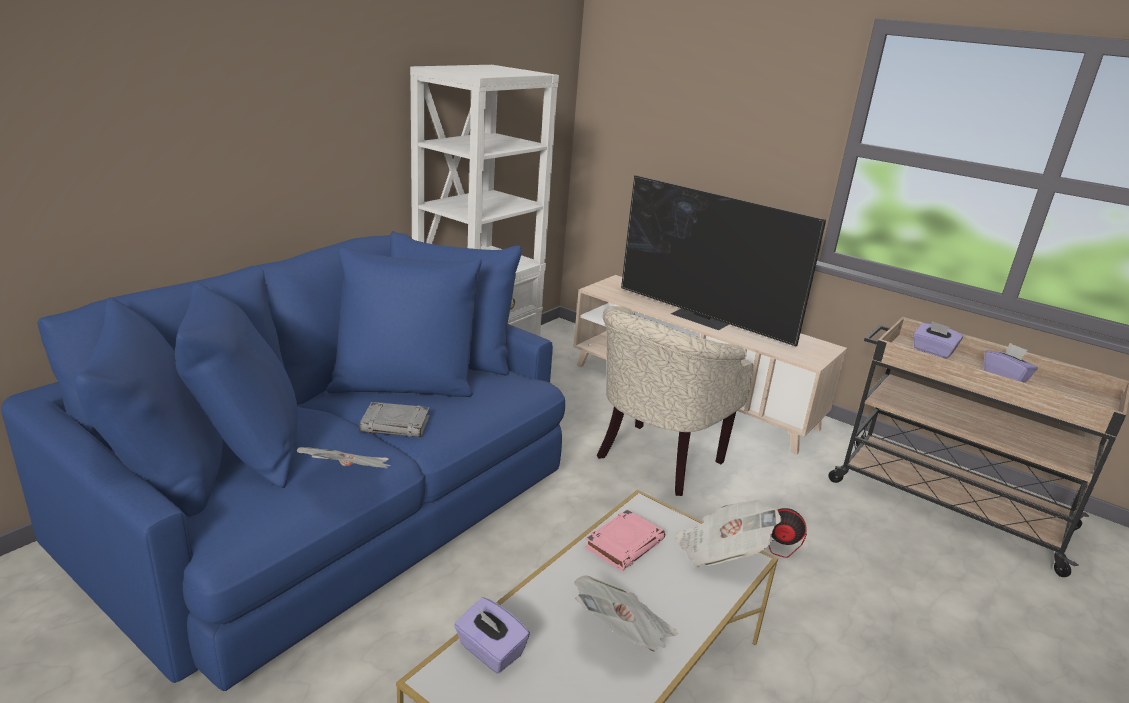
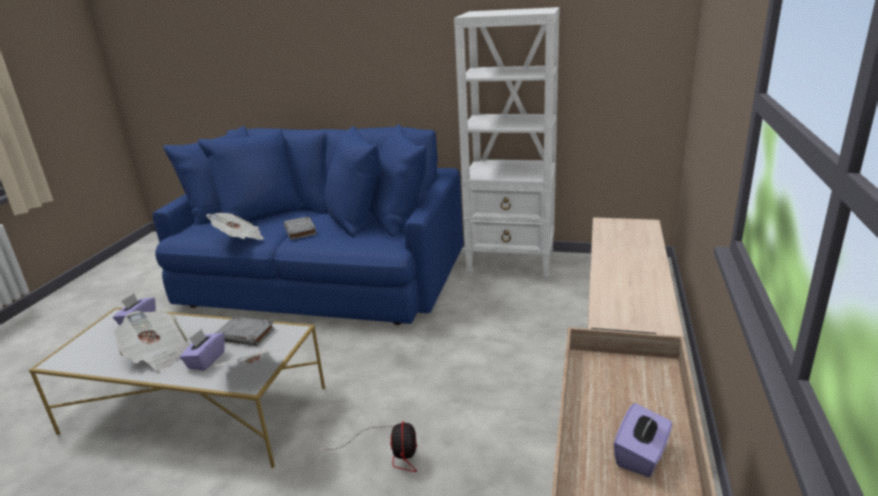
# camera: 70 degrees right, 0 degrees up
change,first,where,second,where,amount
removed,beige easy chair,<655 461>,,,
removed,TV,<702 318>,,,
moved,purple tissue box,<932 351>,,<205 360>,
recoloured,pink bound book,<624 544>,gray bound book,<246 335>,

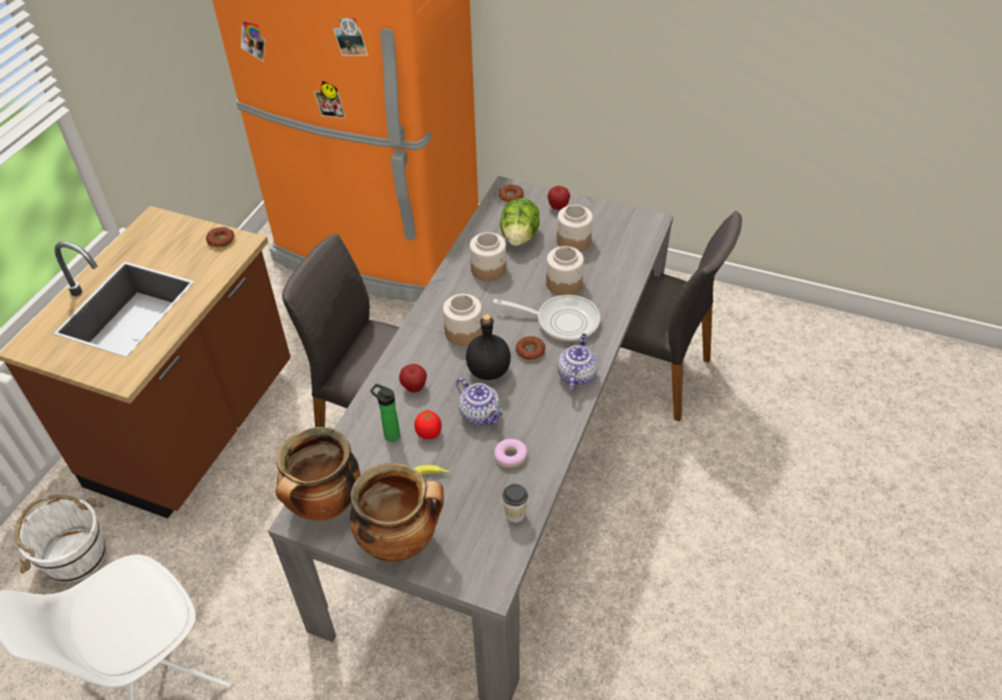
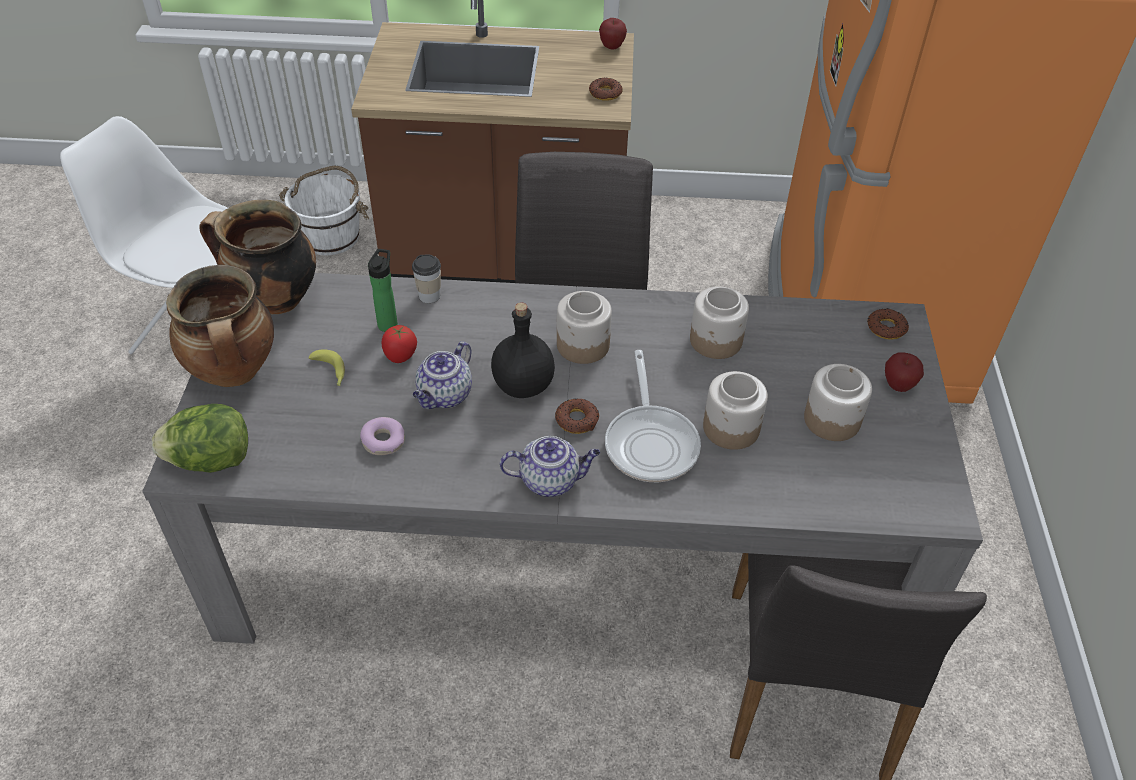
# camera: 70 degrees right, 0 degrees up
change,first,where,second,where,amount
moved,apple,<414 388>,,<612 47>,
moved,lettuce,<519 237>,,<211 460>,
moved,small cup,<515 514>,,<429 296>,

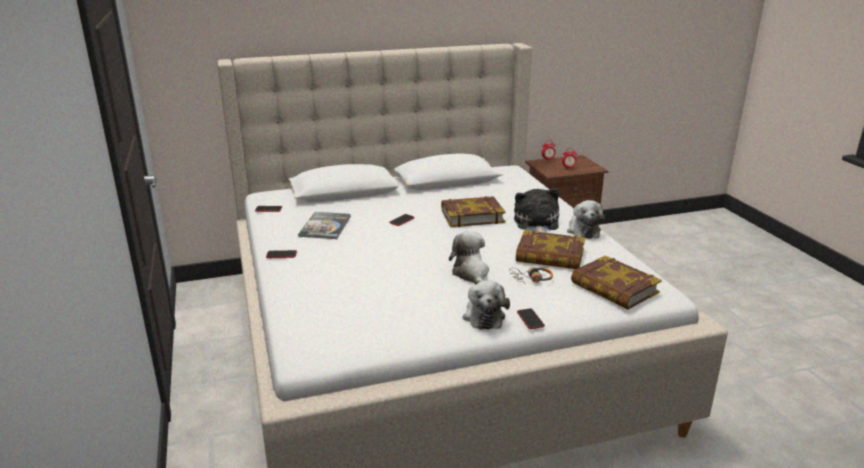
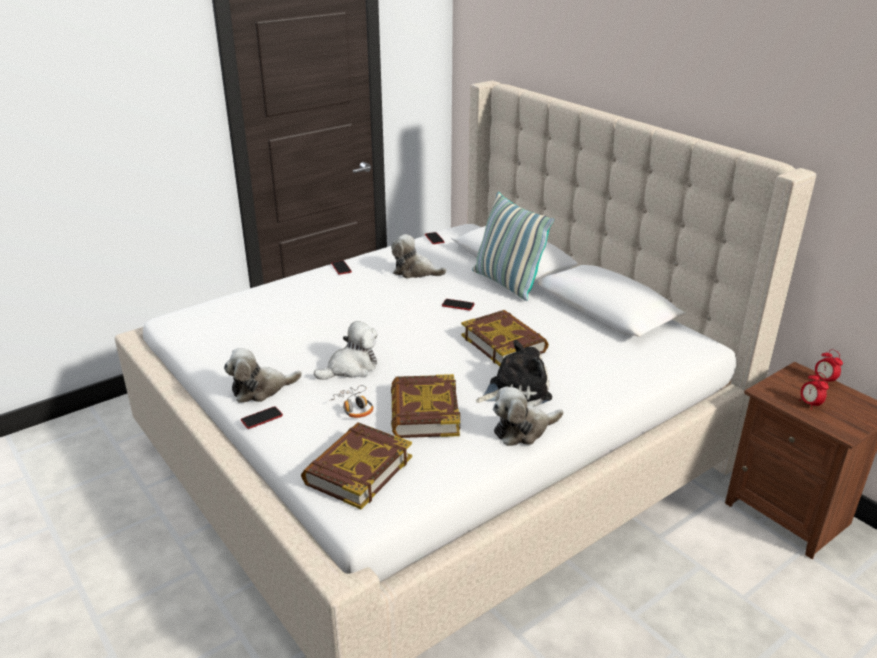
# camera: 70 degrees right, 5 degrees up
change,first,where,second,where,amount
added,,,cushion,<507 283>,
replaced,bound book,<325 226>,soft toy,<415 272>,

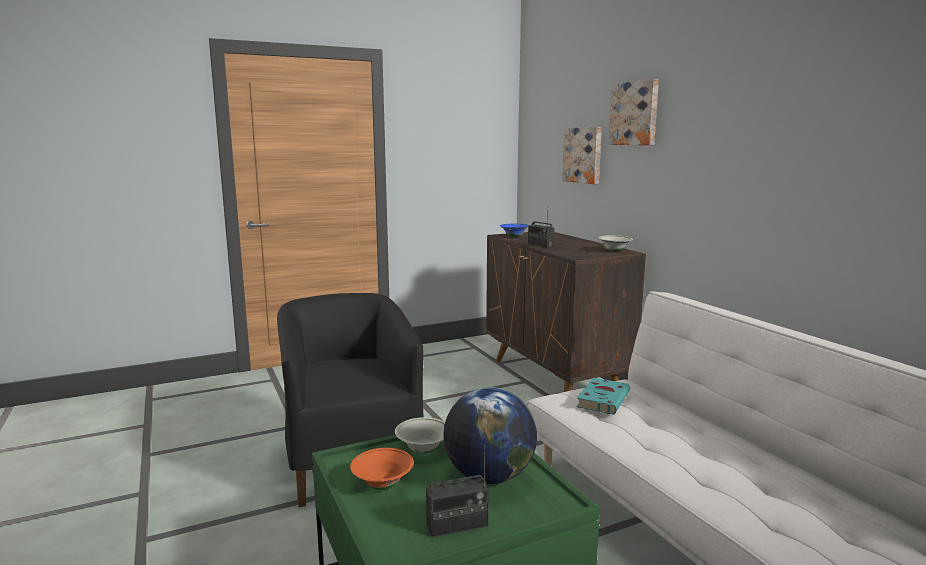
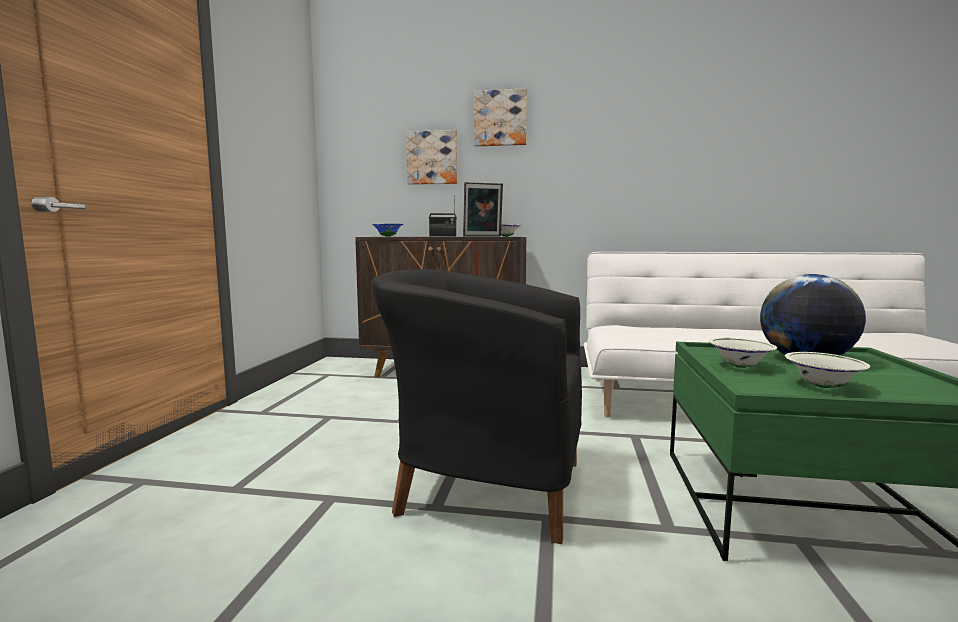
# camera: 55 degrees left, 5 degrees down
change,first,where,second,where,amount
removed,radio receiver,<457 525>,,,
removed,turquoise-coloured bound book,<603 399>,,,
added,,,picture frame,<482 236>,
recoloured,orange serving bowl,<383 485>,whitish serving bowl,<822 386>,

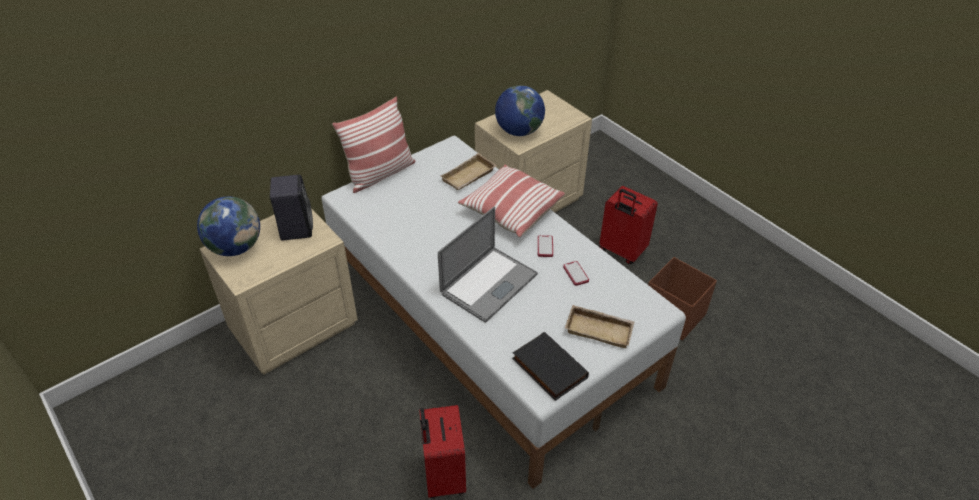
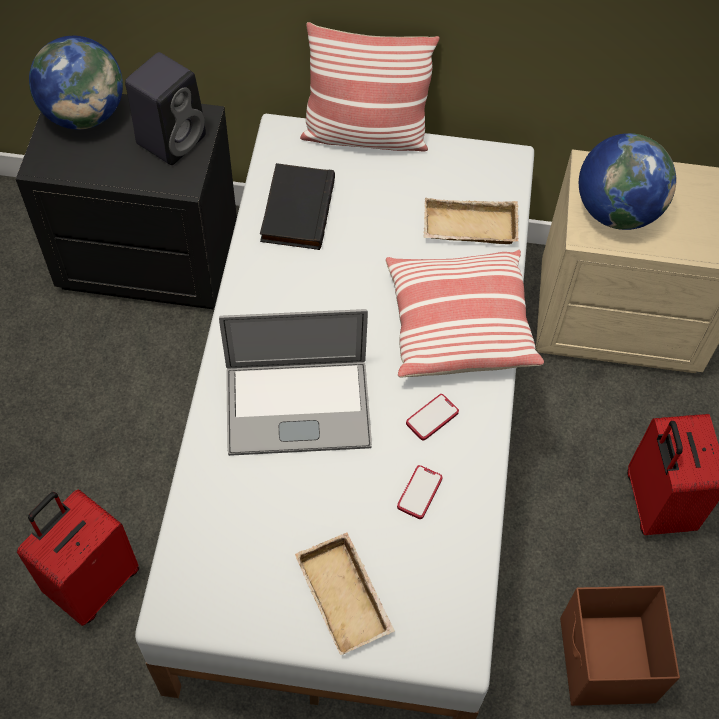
# camera: 45 degrees right, 15 degrees up
change,first,where,second,where,amount
moved,black bound book,<548 369>,,<295 209>,
recoloured,beige bedside table,<293 327>,black bedside table,<150 256>,

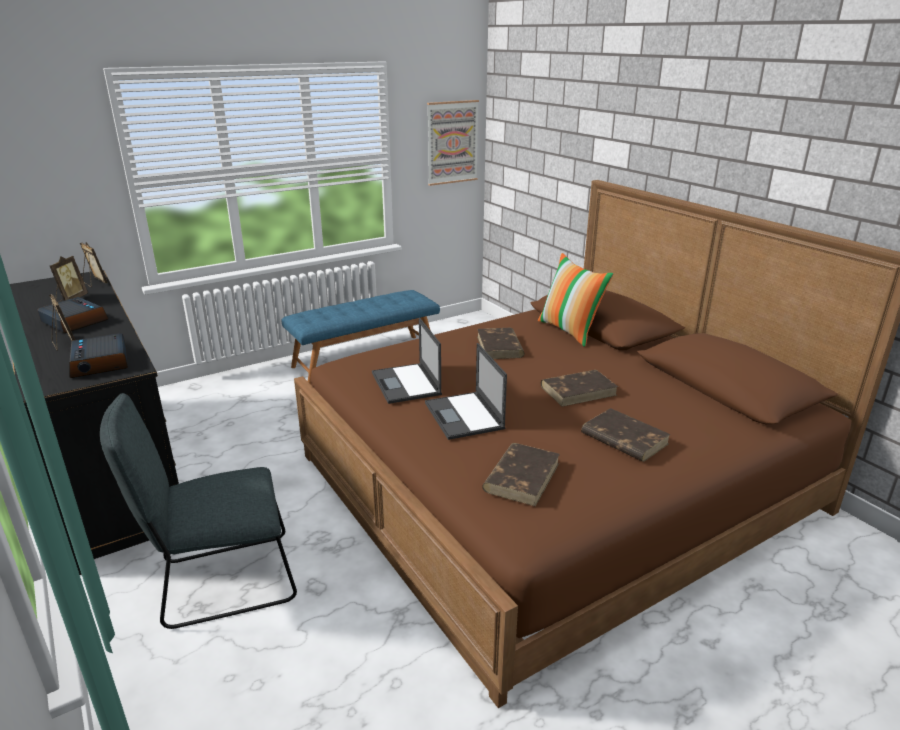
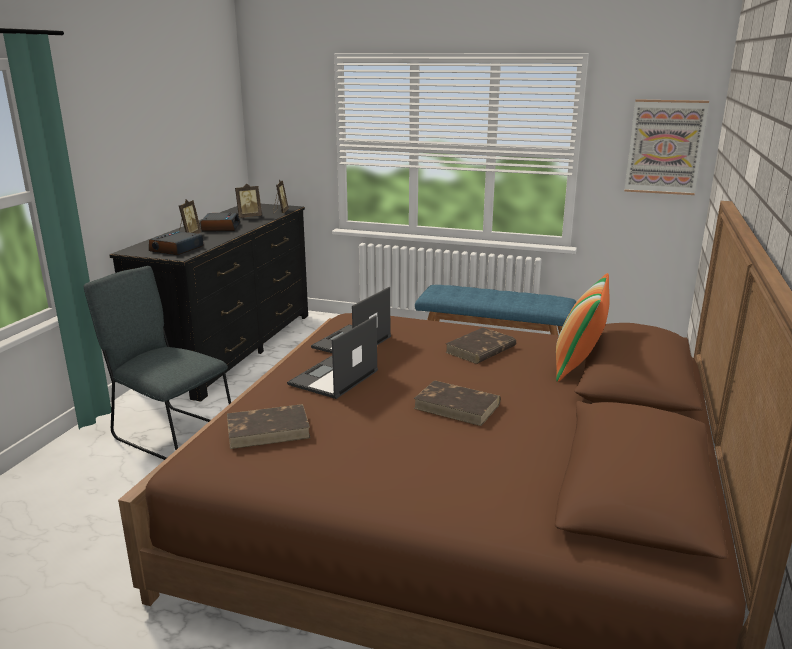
# camera: 50 degrees right, 5 degrees down
change,first,where,second,where,amount
removed,brownish bound book,<623 438>,,,

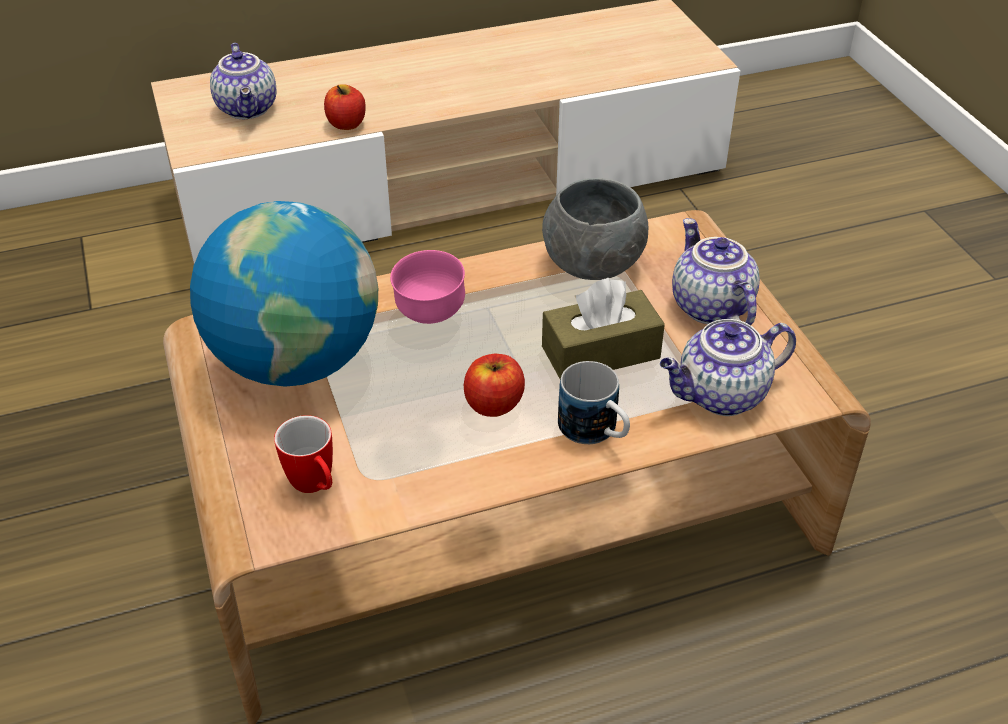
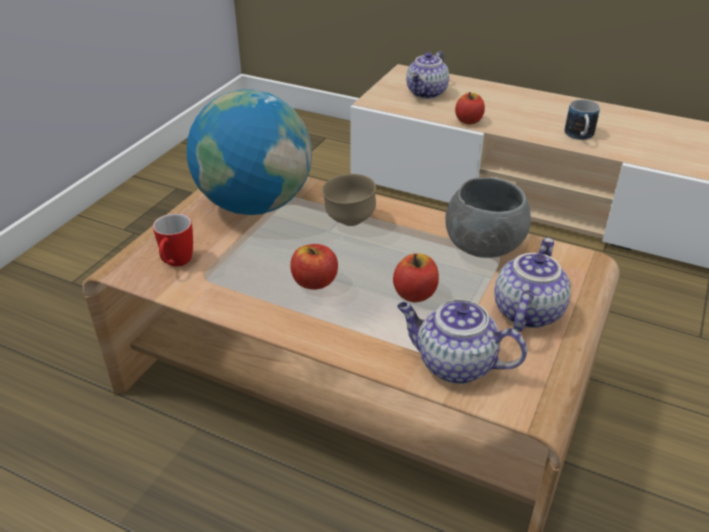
# camera: 45 degrees right, 5 degrees down
change,first,where,second,where,amount
moved,mug,<596 432>,,<579 136>,
replaced,brownish tissue box,<600 352>,apple,<415 294>,
recoloured,pink serving bowl,<430 316>,brownish serving bowl,<349 221>,

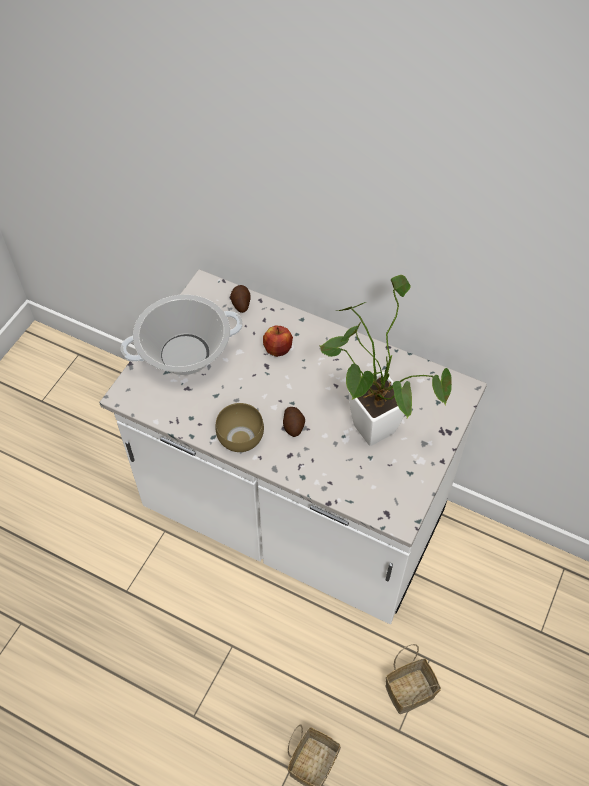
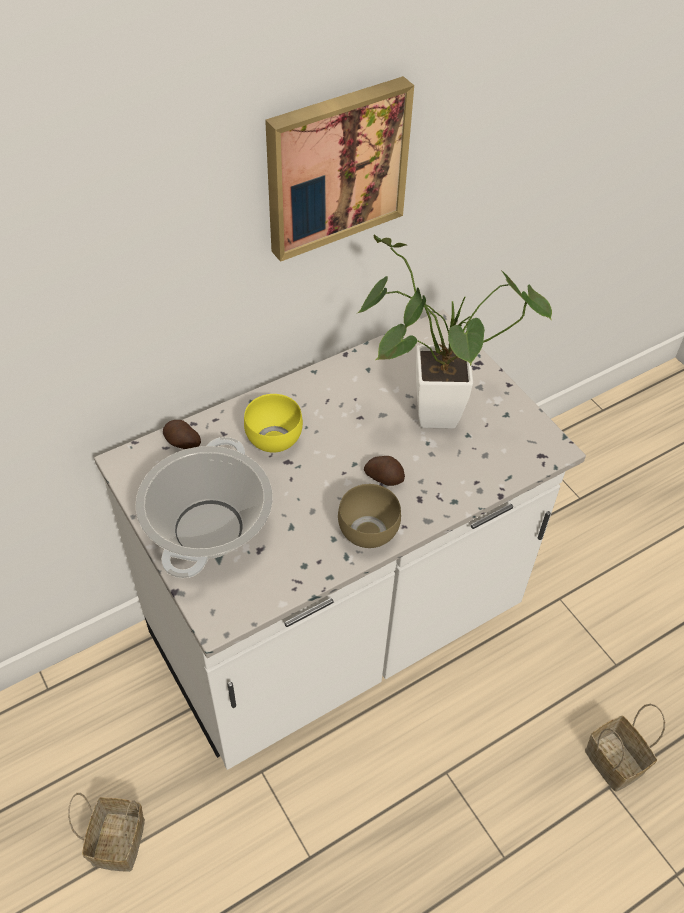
# camera: 60 degrees left, 5 degrees down
change,first,where,second,where,amount
added,,,wall art,<335 166>,
moved,household basket,<410 690>,,<118 839>,
replaced,apple,<277 349>,yellow serving bowl,<274 442>,

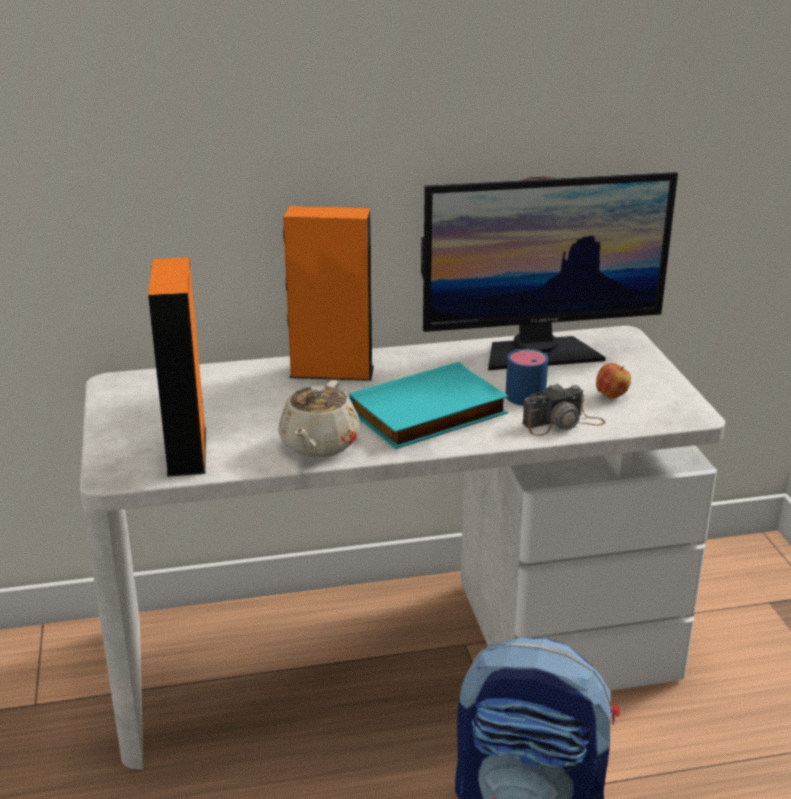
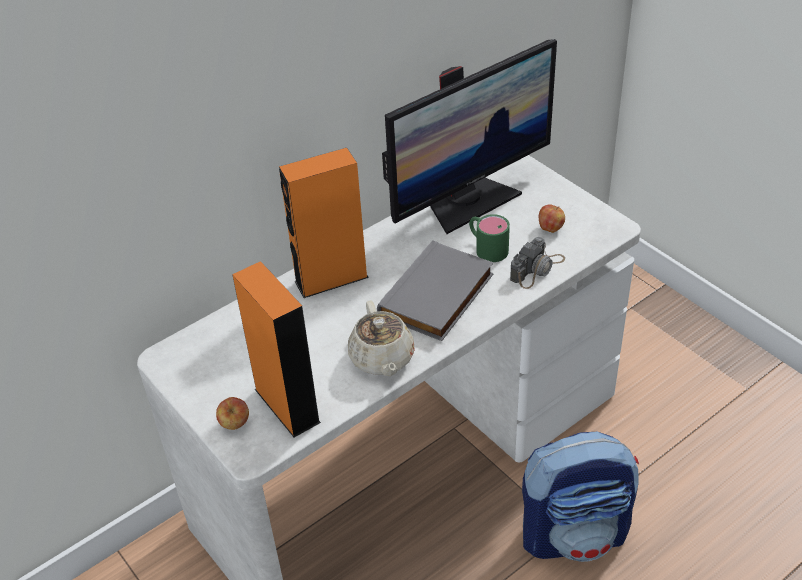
# camera: 25 degrees left, 15 degrees up
change,first,where,second,where,amount
added,,,apple,<234 424>,
recoloured,turquoise-coloured bound book,<429 414>,gray bound book,<438 296>,
recoloured,bluish mug,<522 391>,greenish mug,<486 247>,

